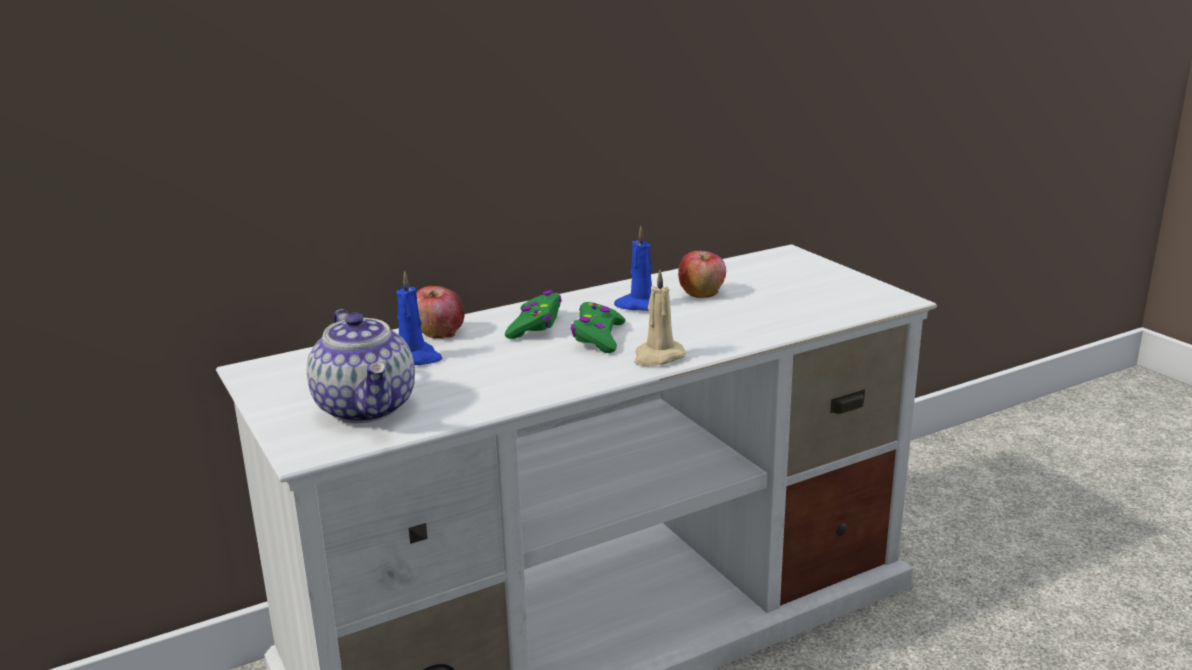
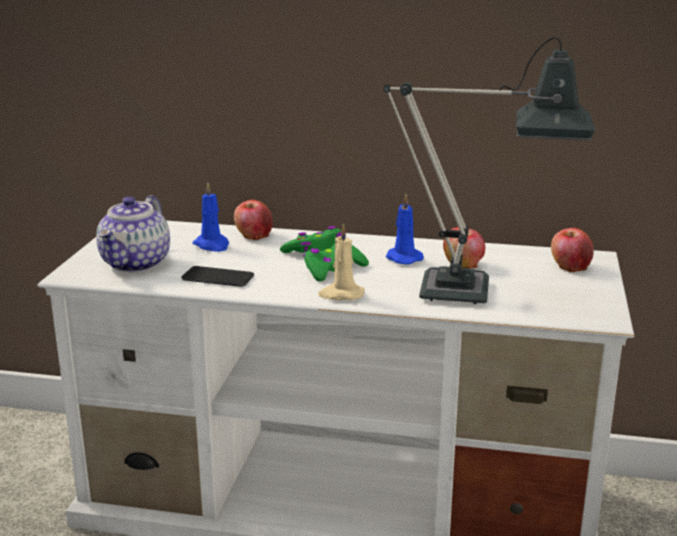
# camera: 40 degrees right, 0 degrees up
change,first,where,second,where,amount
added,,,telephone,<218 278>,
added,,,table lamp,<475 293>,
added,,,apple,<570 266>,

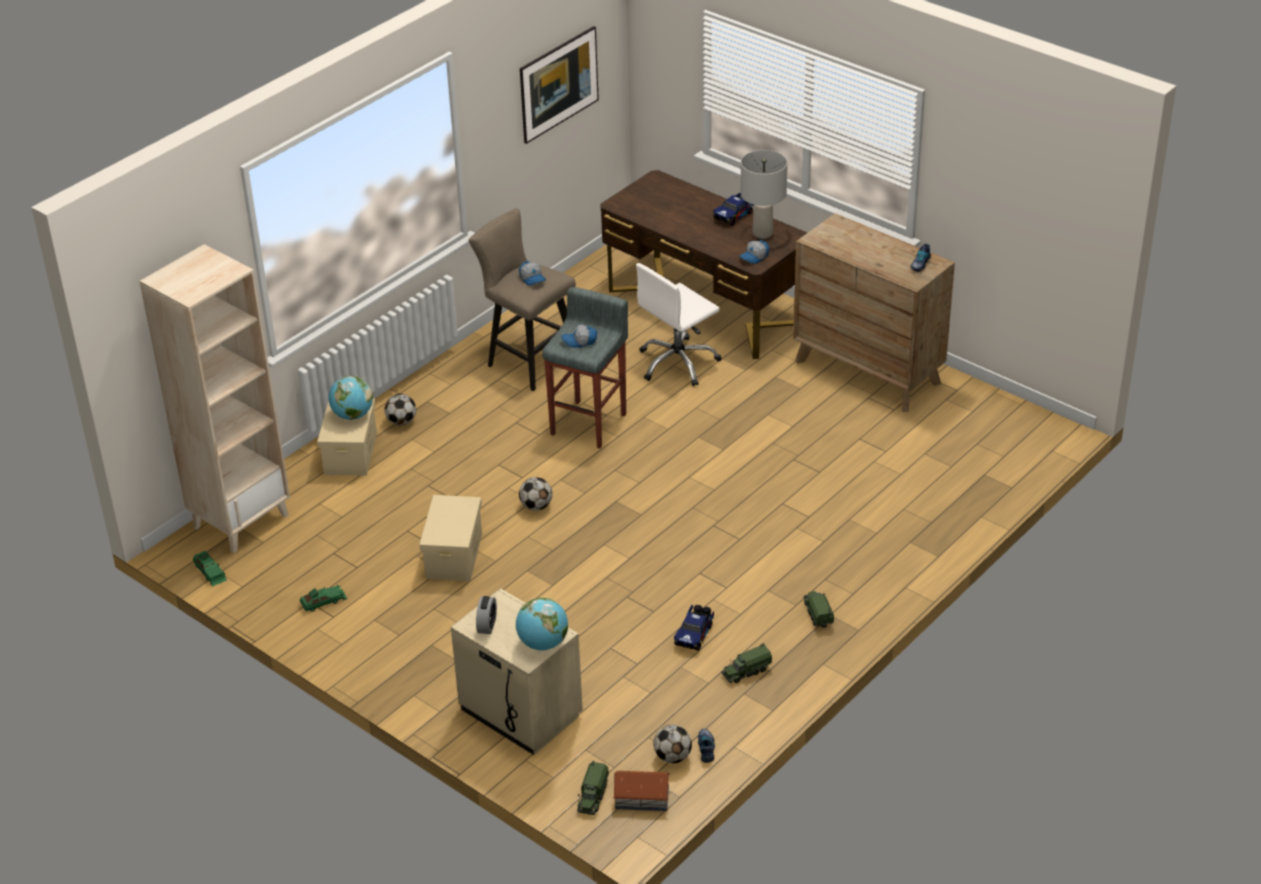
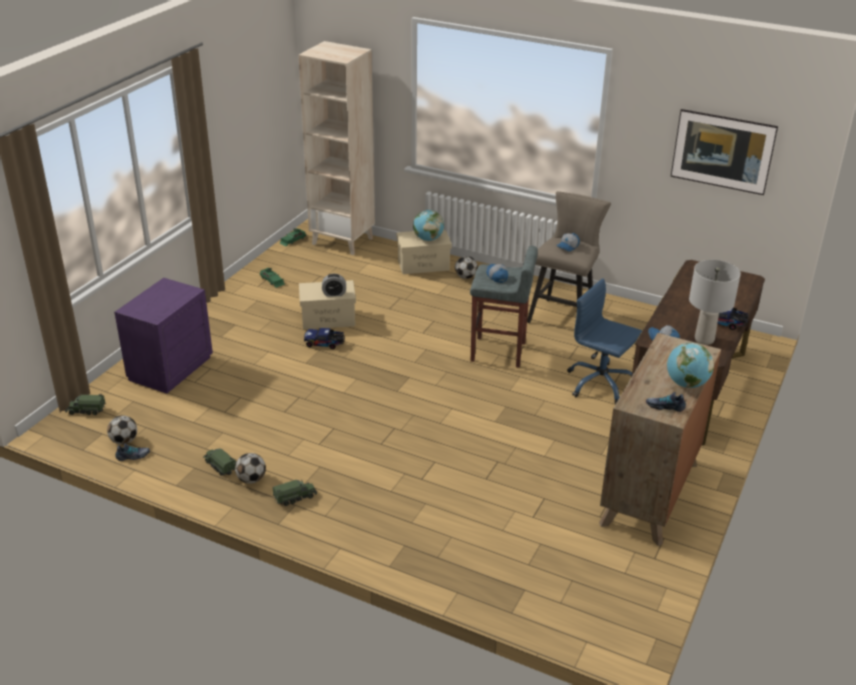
# camera: 75 degrees right, 5 degrees down
change,first,where,second,where,amount
removed,miniature house,<642 797>,,,
moved,alarm clock,<487 625>,,<334 294>,
moved,globe,<543 643>,,<686 384>,
moved,ball for football,<536 506>,,<251 479>,
moved,toy lorry,<694 633>,,<325 344>,
recoloured,beige bedside table,<519 713>,purple bedside table,<169 368>,
recoloured,whitish desk chair,<678 363>,bluish desk chair,<600 384>,

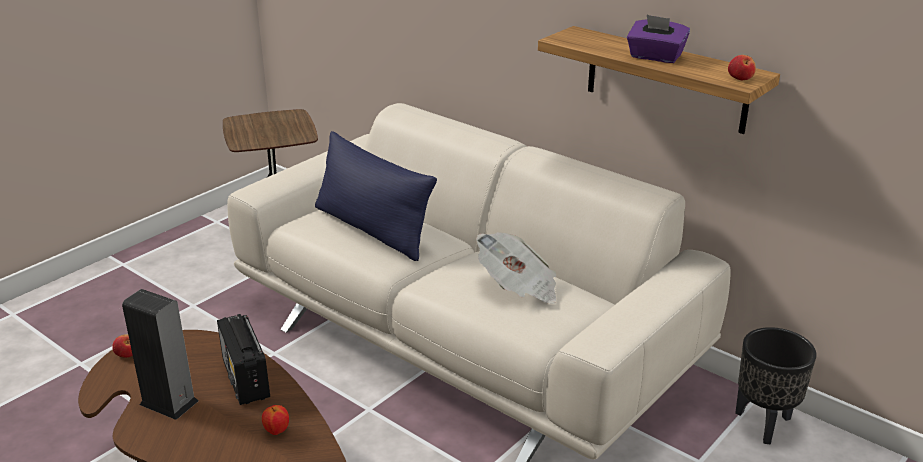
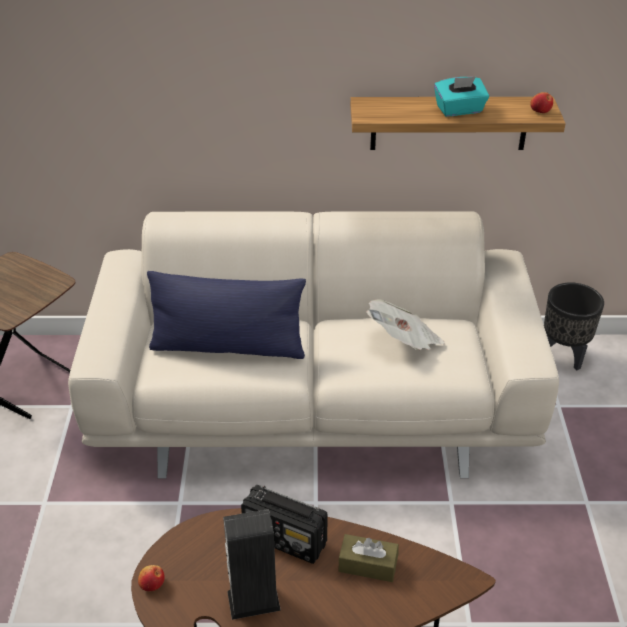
# camera: 40 degrees left, 10 degrees up
change,first,where,second,where,amount
replaced,apple,<277 431>,brownish tissue box,<368 565>,
recoloured,purple tissue box,<655 57>,turquoise-coloured tissue box,<459 110>,

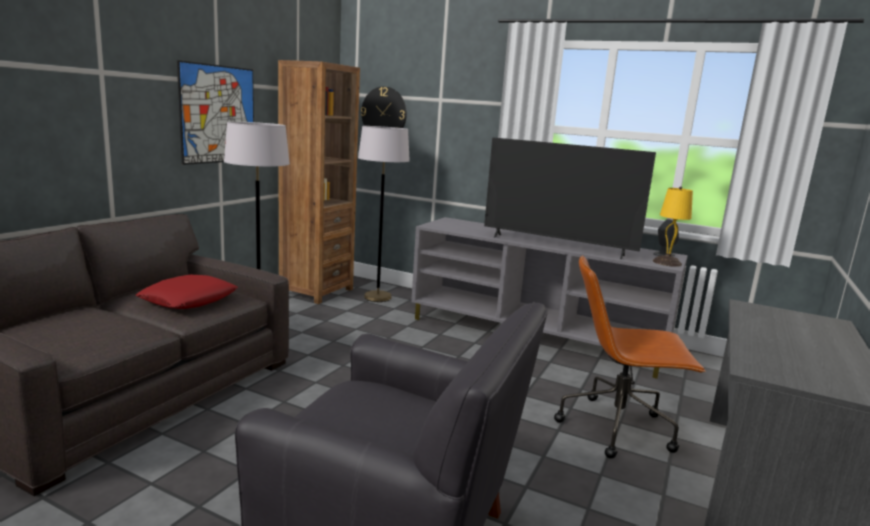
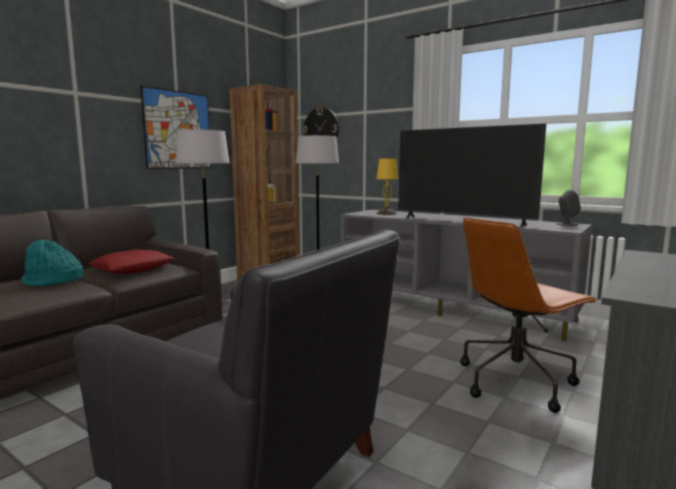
# camera: 10 degrees right, 5 degrees down
change,first,where,second,where,amount
added,,,turquoise-coloured clothing hat,<52 281>,
moved,yellow table lamp,<666 262>,,<386 213>,
turned,brownish desk chair,<618 427>,,<516 381>,45 degrees counterclockwise

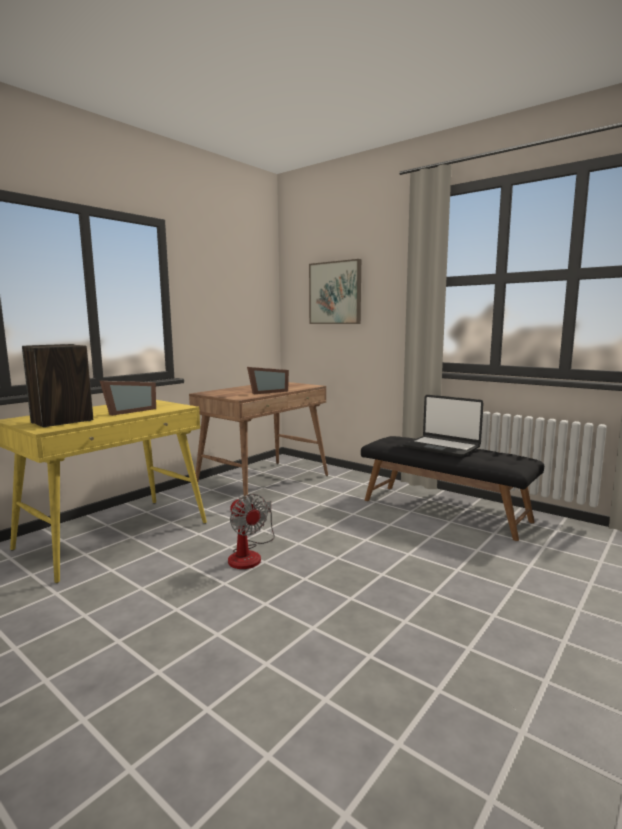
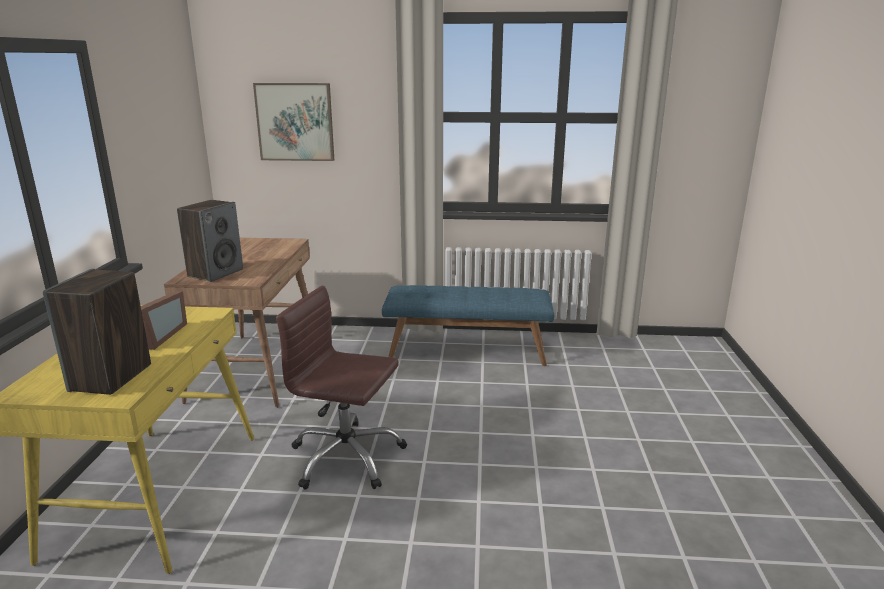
# camera: 35 degrees left, 10 degrees up
change,first,where,second,where,amount
removed,picture frame,<267 392>,,,
removed,portable computer,<442 447>,,,
added,,,loudspeaker,<215 273>,
replaced,cooling fan,<249 555>,brownish desk chair,<346 457>,
recoloured,black long seat,<444 510>,bluish long seat,<467 351>,

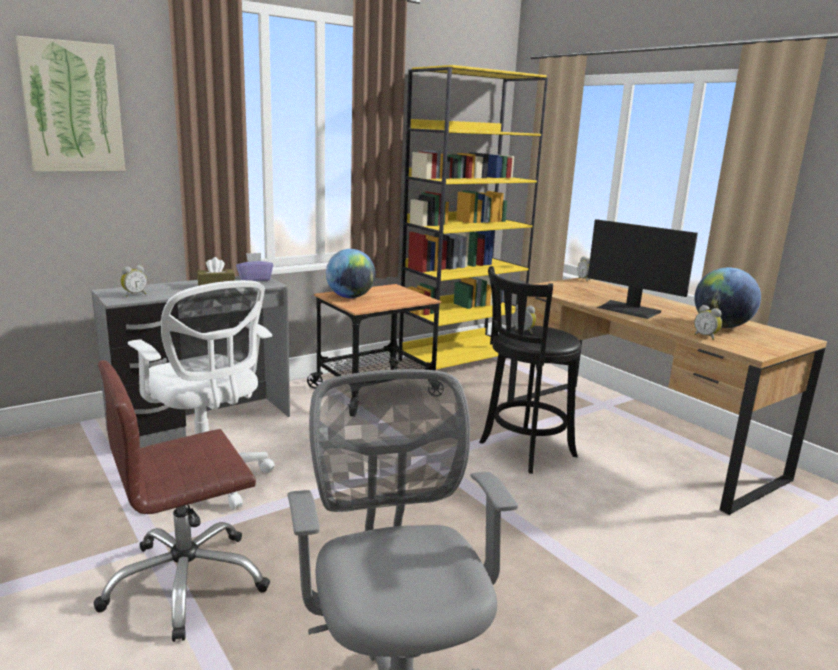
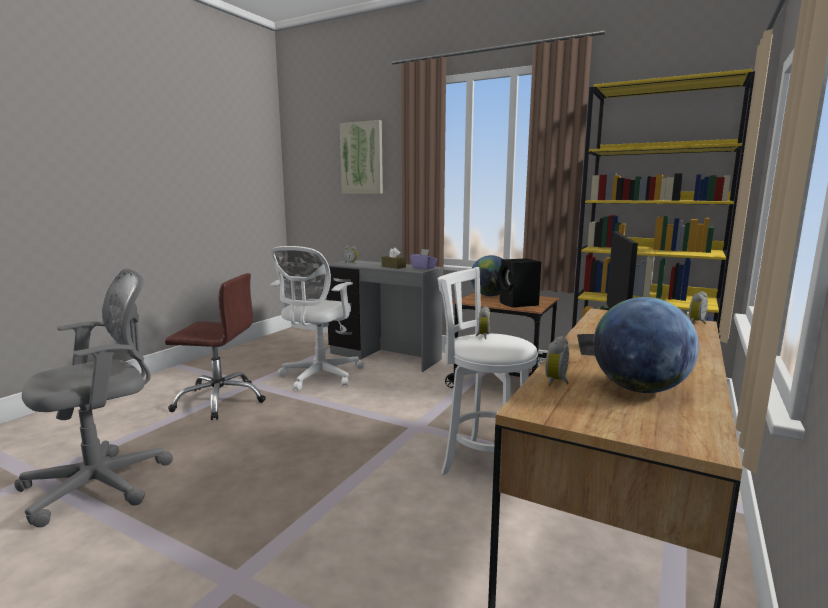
# camera: 65 degrees right, 5 degrees down
change,first,where,second,where,amount
added,,,black loudspeaker,<519 304>,
recoloured,black stool,<523 450>,whitish stool,<483 462>,
turned,brownish desk chair,<186 583>,,<220 400>,150 degrees clockwise

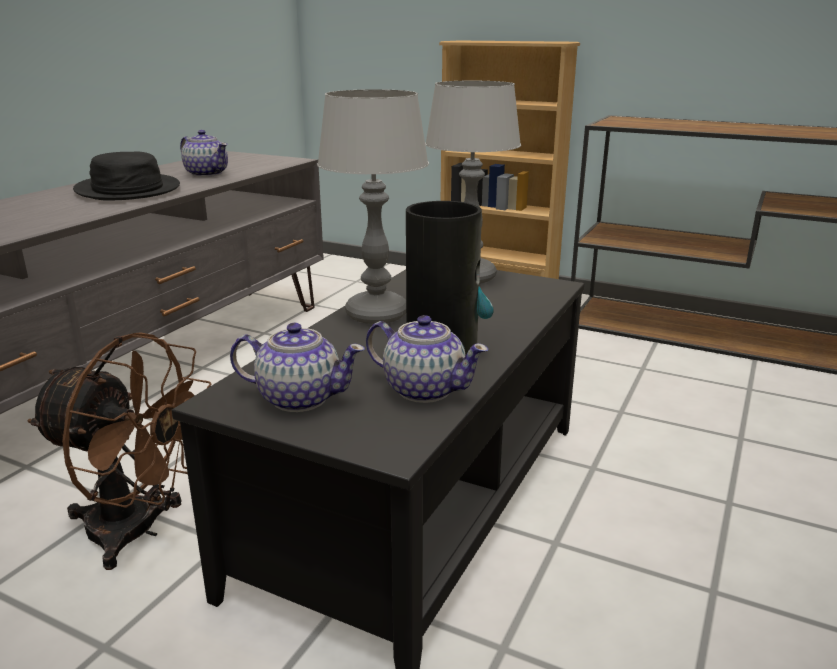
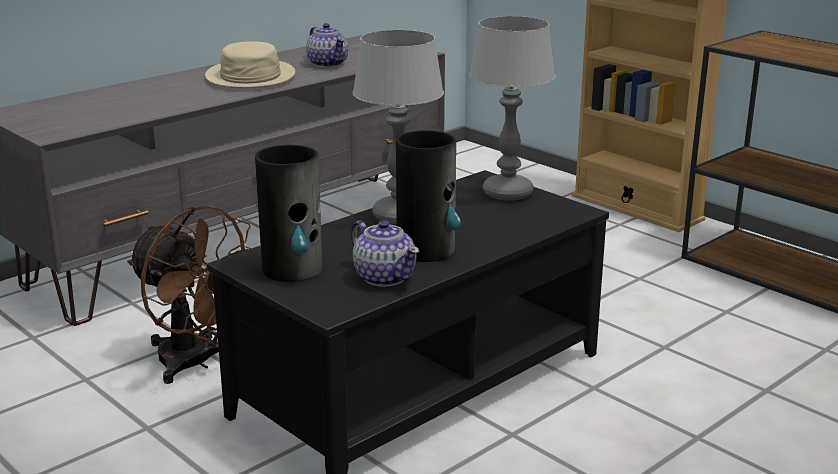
# camera: 20 degrees right, 0 degrees up
change,first,where,second,where,amount
replaced,pot for tea,<299 398>,flower vase,<293 269>,
recoloured,black clothing hat,<127 189>,beige clothing hat,<250 77>,

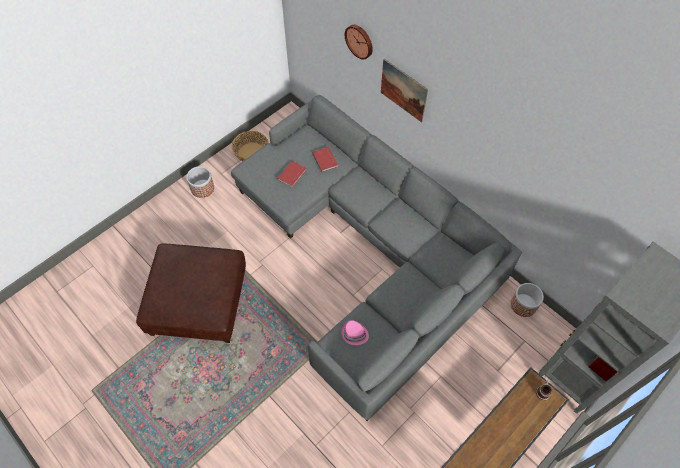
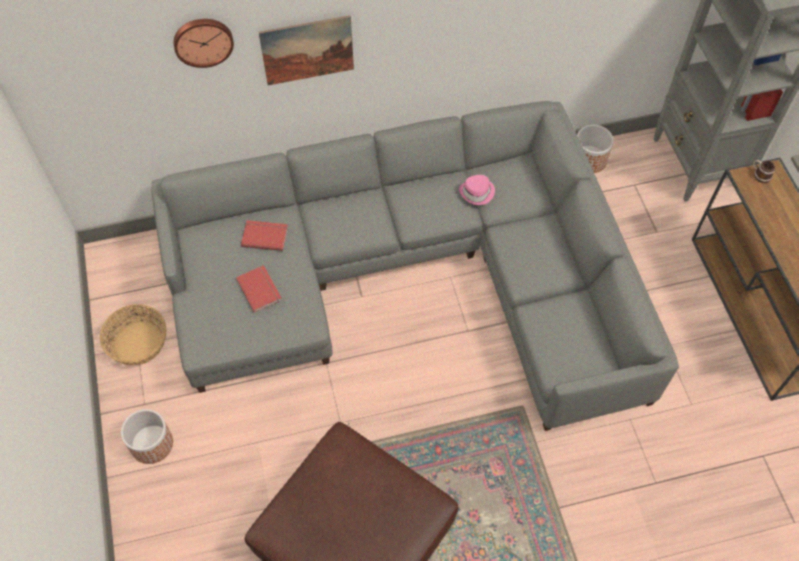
# camera: 60 degrees left, 0 degrees up
change,first,where,second,where,amount
moved,pink clothing hat,<354 334>,,<477 193>,

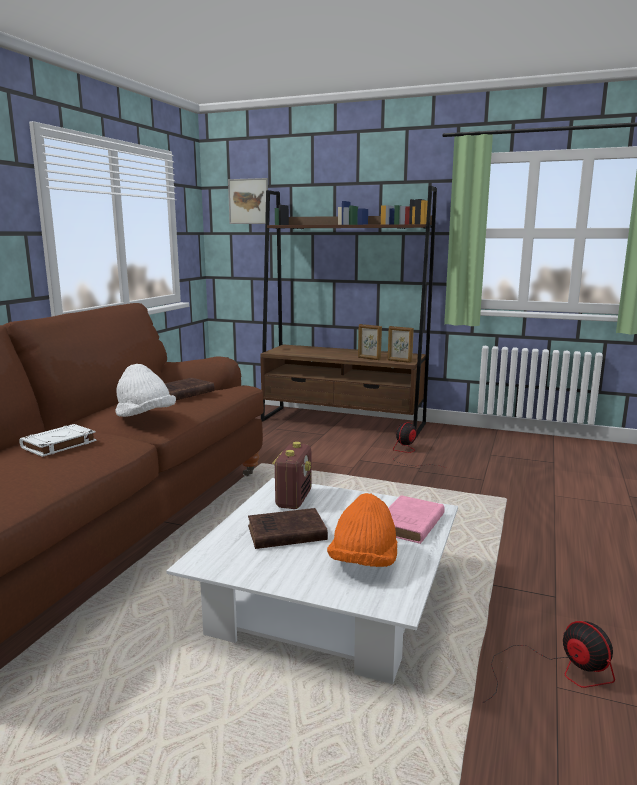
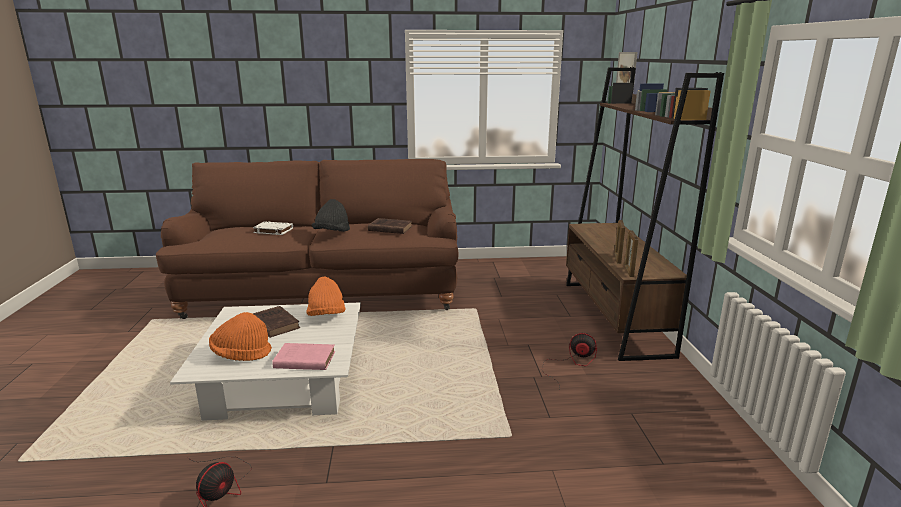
# camera: 65 degrees right, 5 degrees up
change,first,where,second,where,amount
replaced,radio receiver,<293 499>,orange clothing hat,<326 316>,
recoloured,whitish clothing hat,<145 417>,black clothing hat,<332 233>,

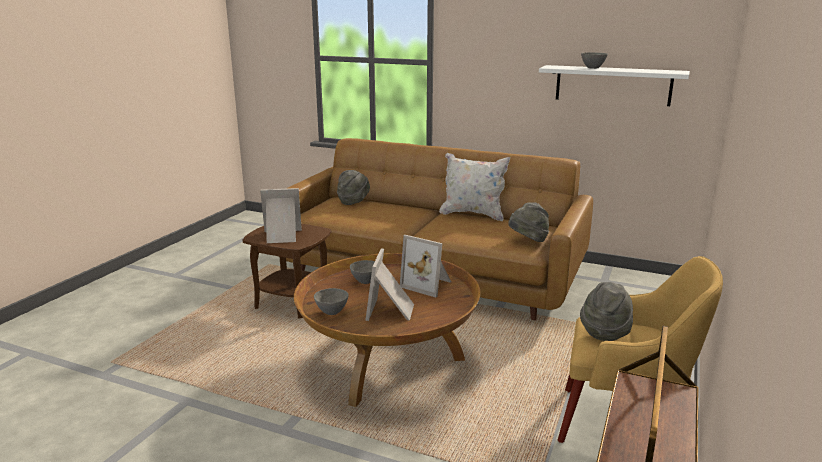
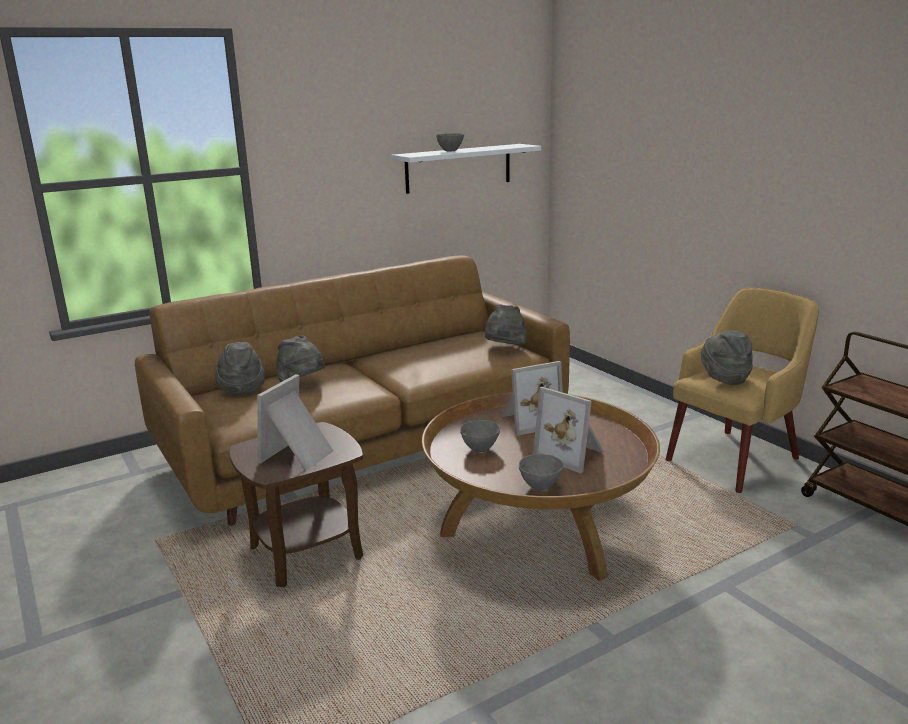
# camera: 55 degrees left, 0 degrees up
change,first,where,second,where,amount
removed,whitish cushion,<473 214>,,,
added,,,gray clothing hat,<302 384>,

